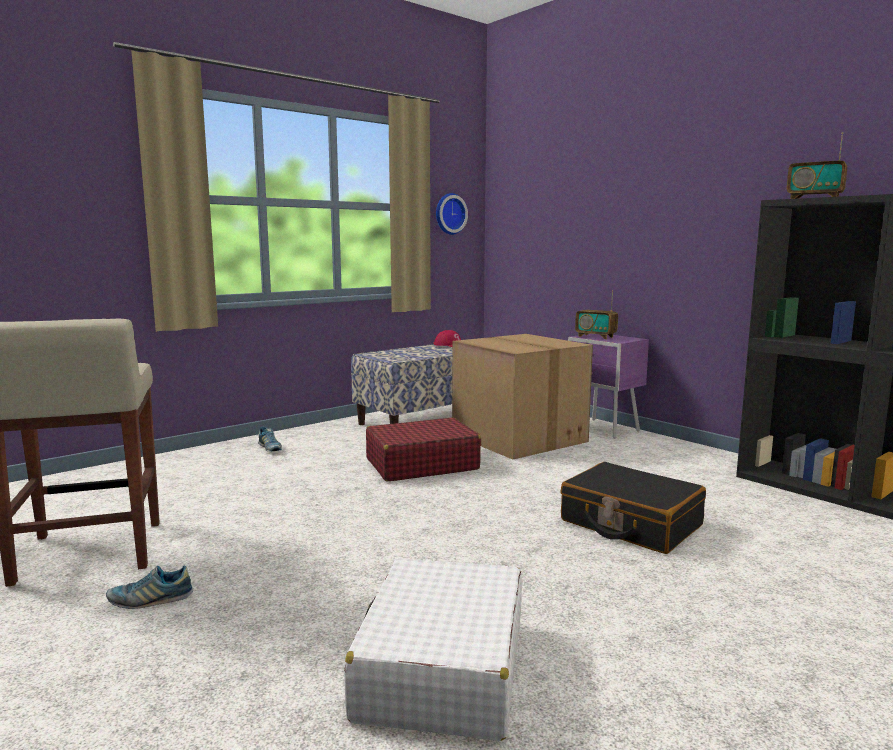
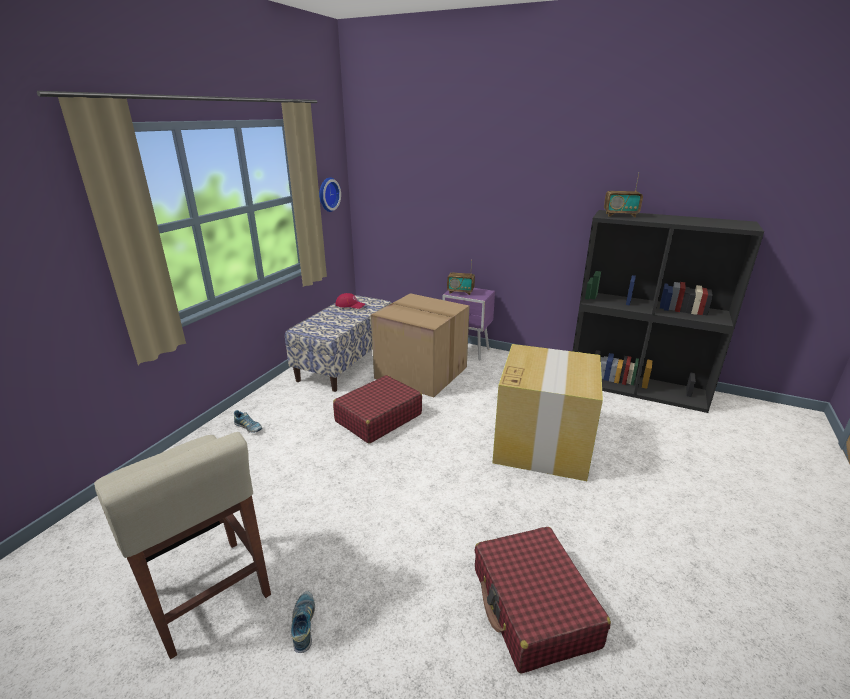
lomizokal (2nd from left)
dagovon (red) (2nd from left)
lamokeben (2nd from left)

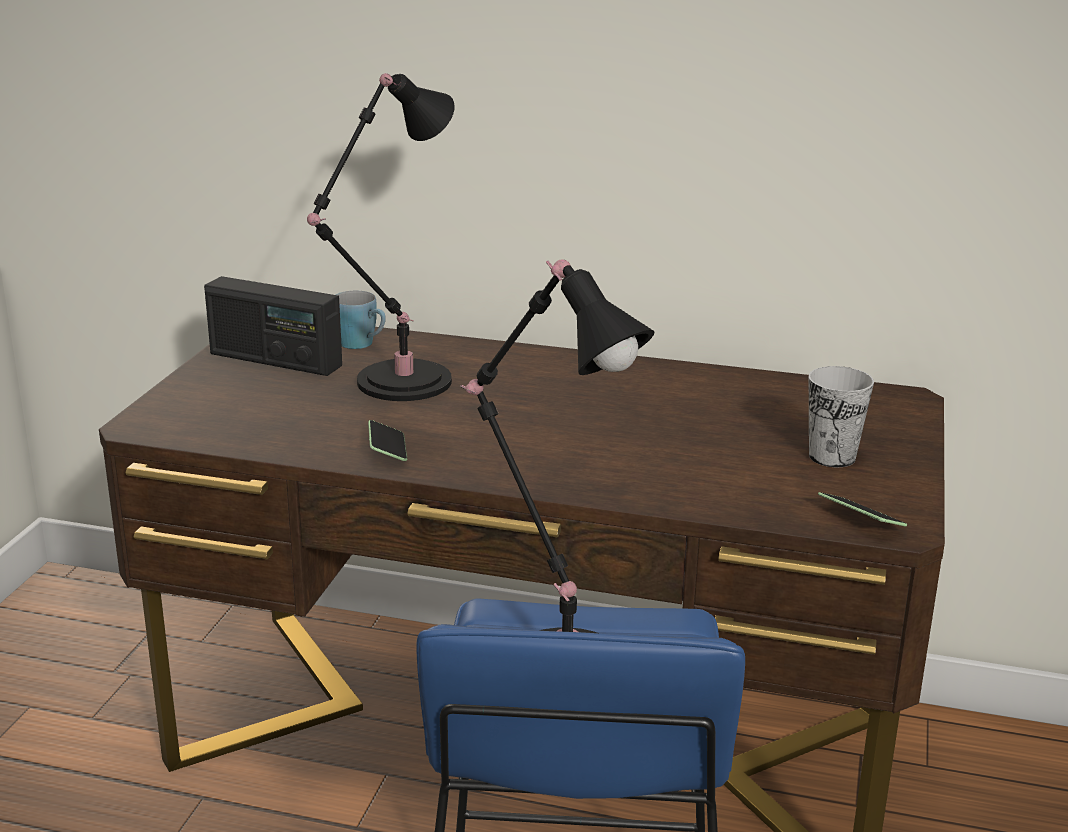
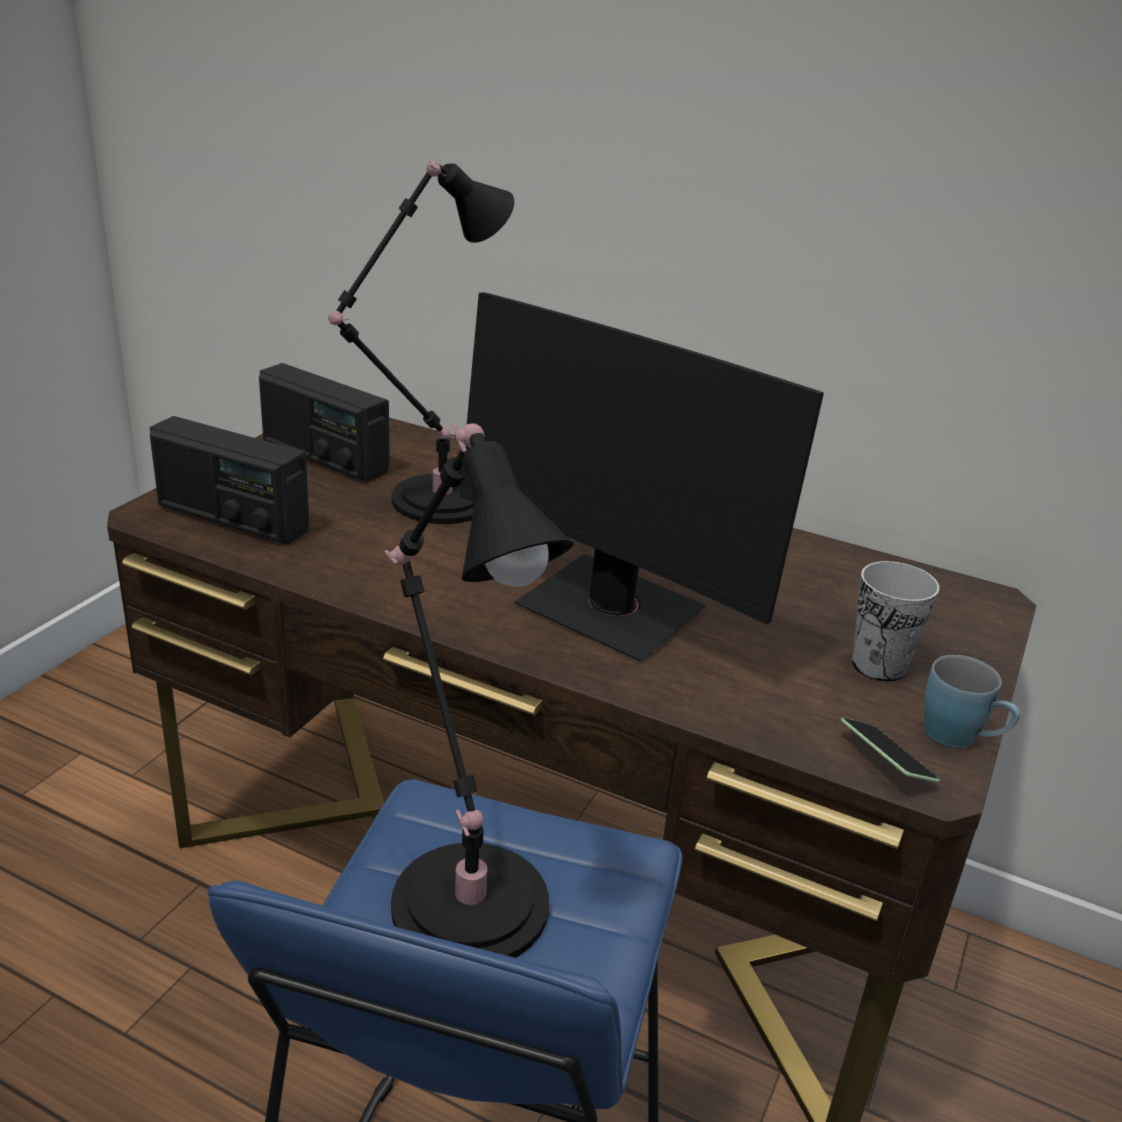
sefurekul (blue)
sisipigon (1st from left in the first image)
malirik (1st from left)
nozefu

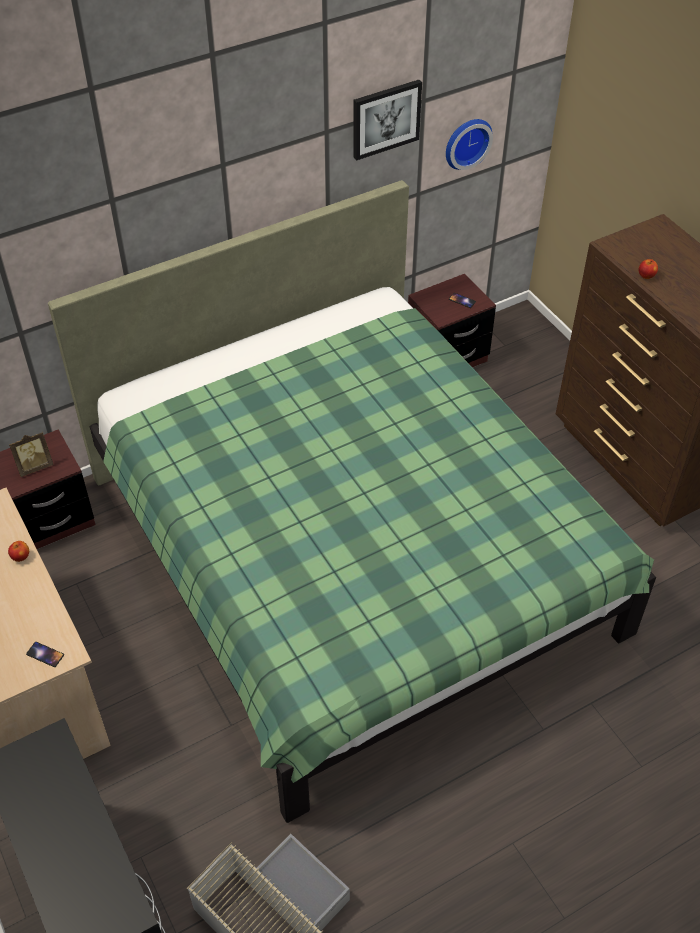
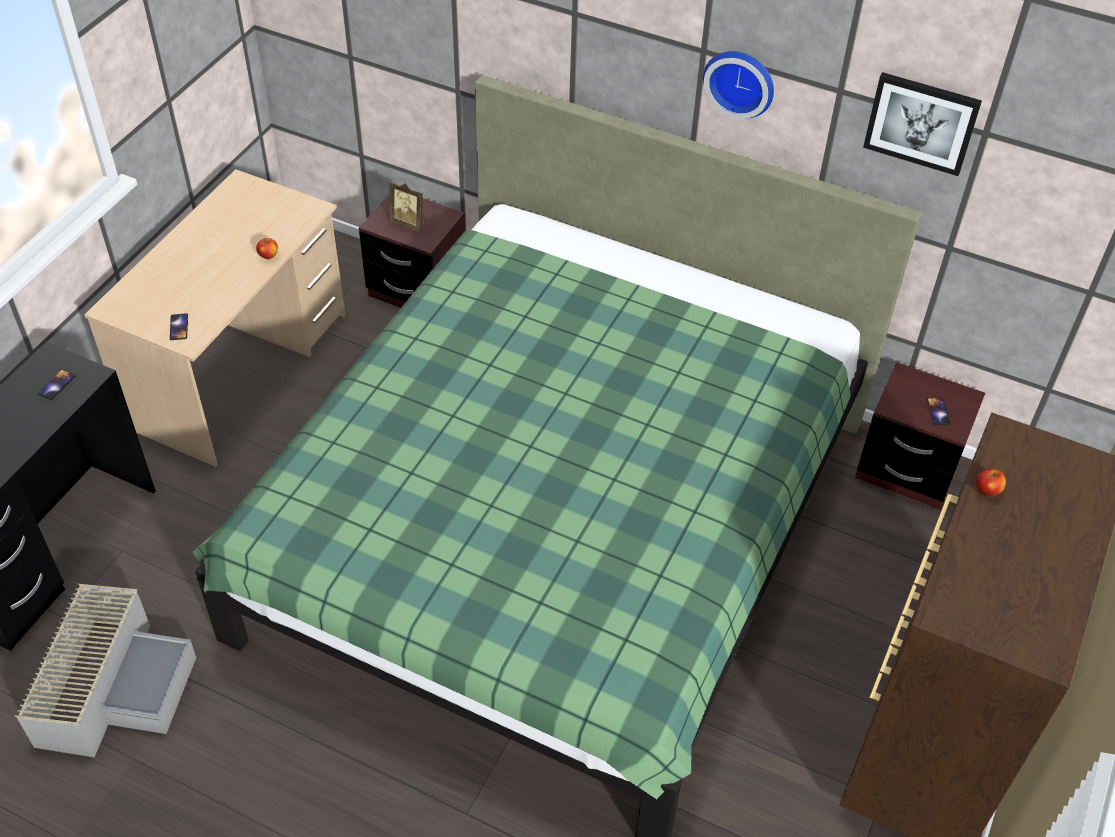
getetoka
sisipigon (1st from left)

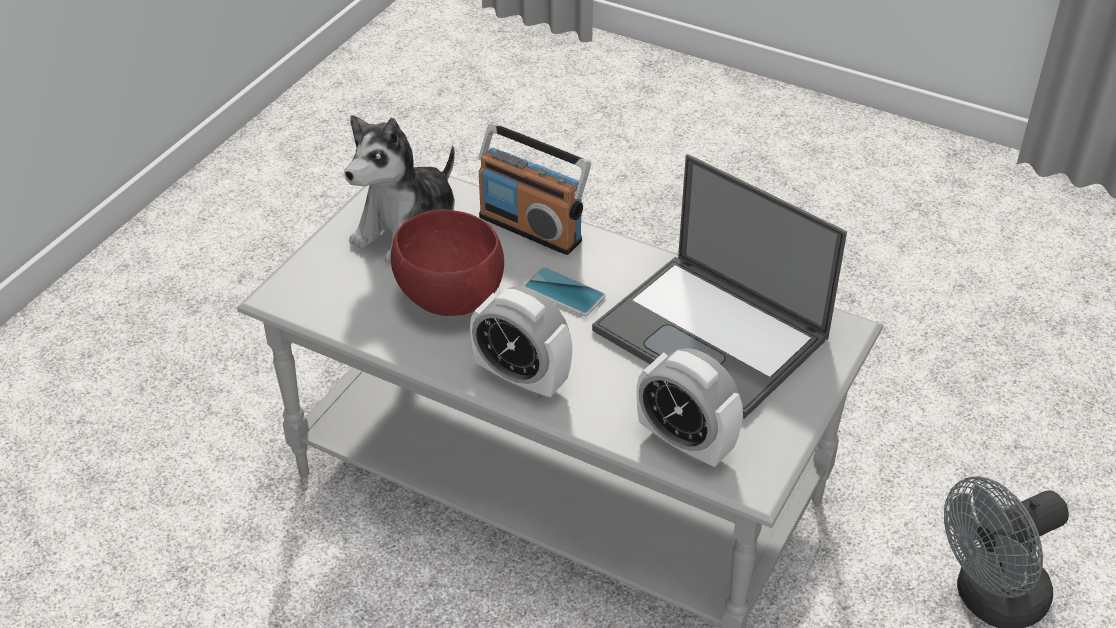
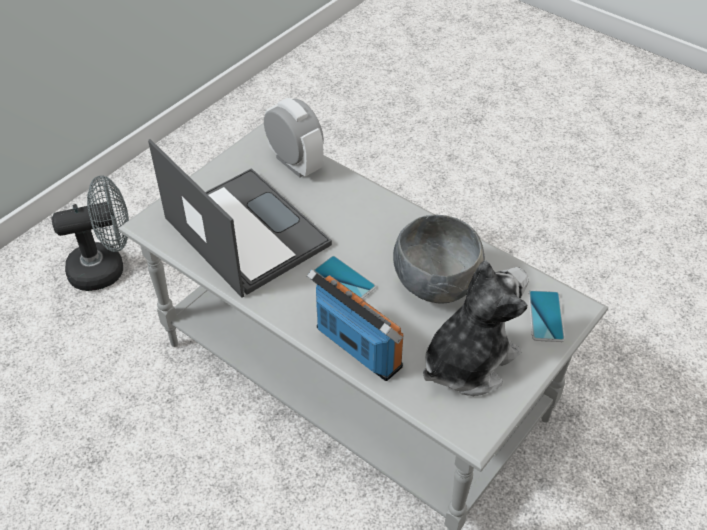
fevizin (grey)
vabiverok (1st from left in the first image)
sisipigon (2nd from left)

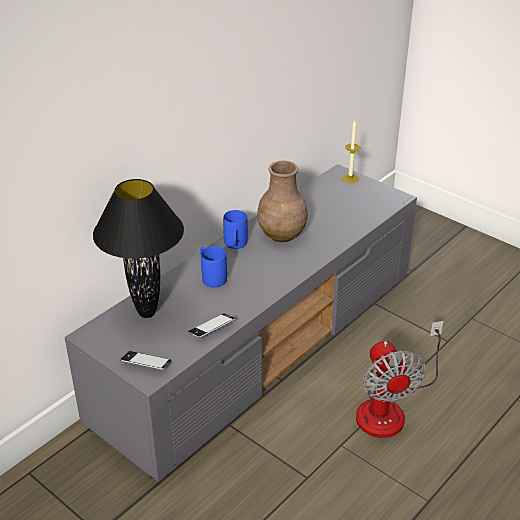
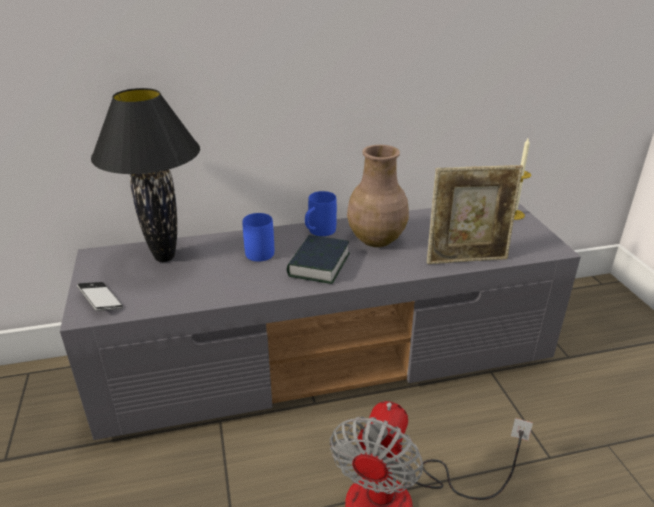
sisipigon (2nd from left in the first image)
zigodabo
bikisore

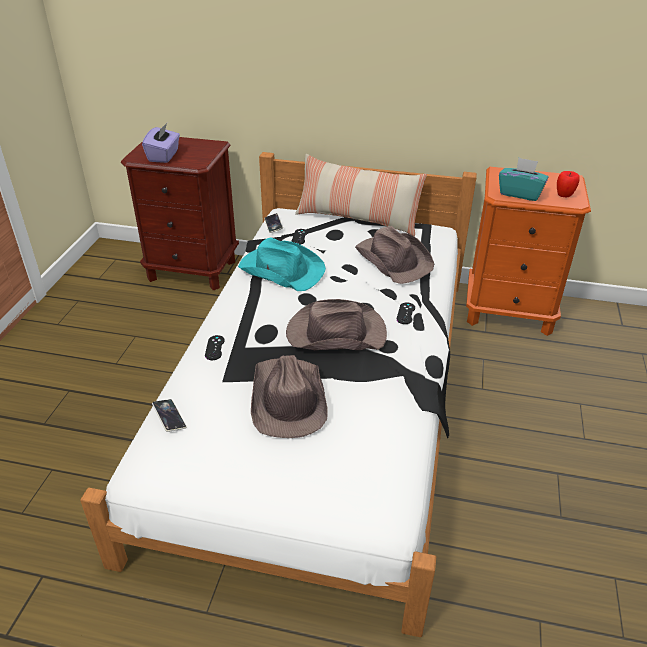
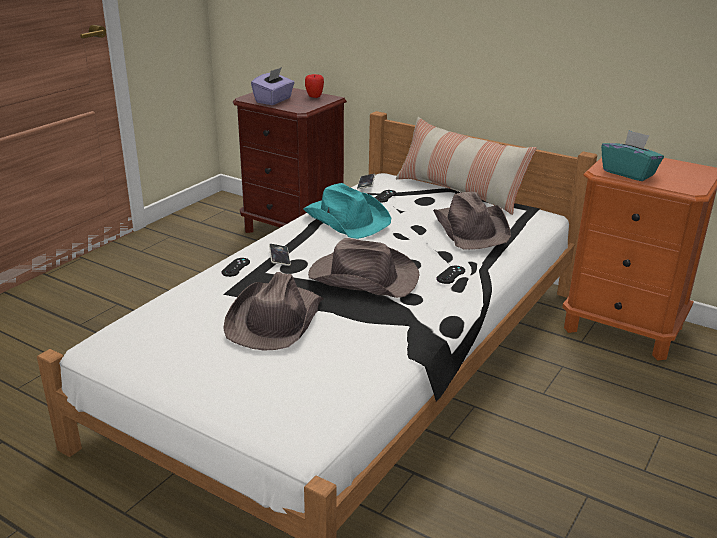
sisipigon (1st from left)
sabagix

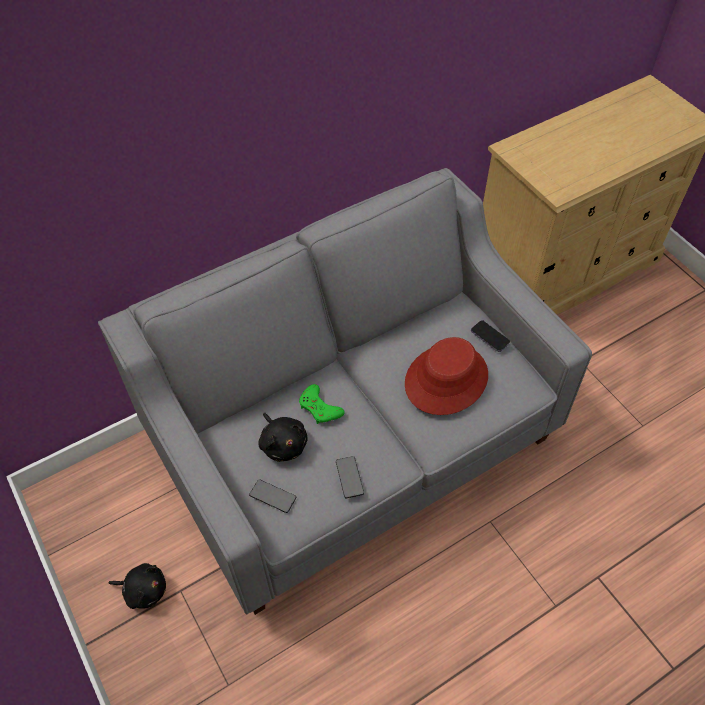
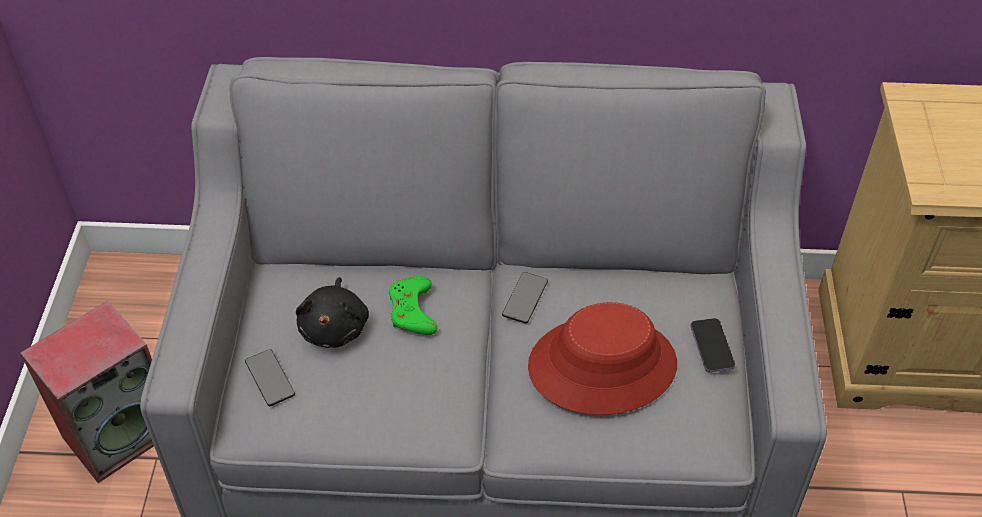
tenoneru
sisipigon (2nd from left)

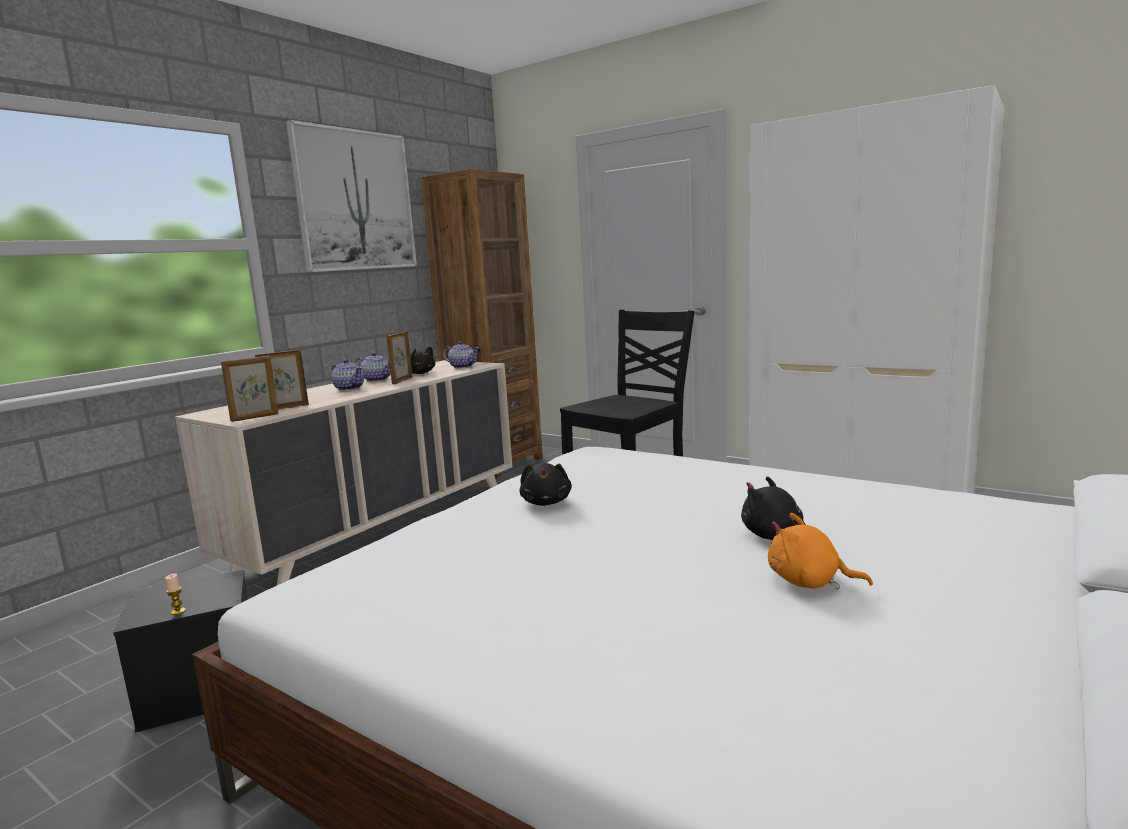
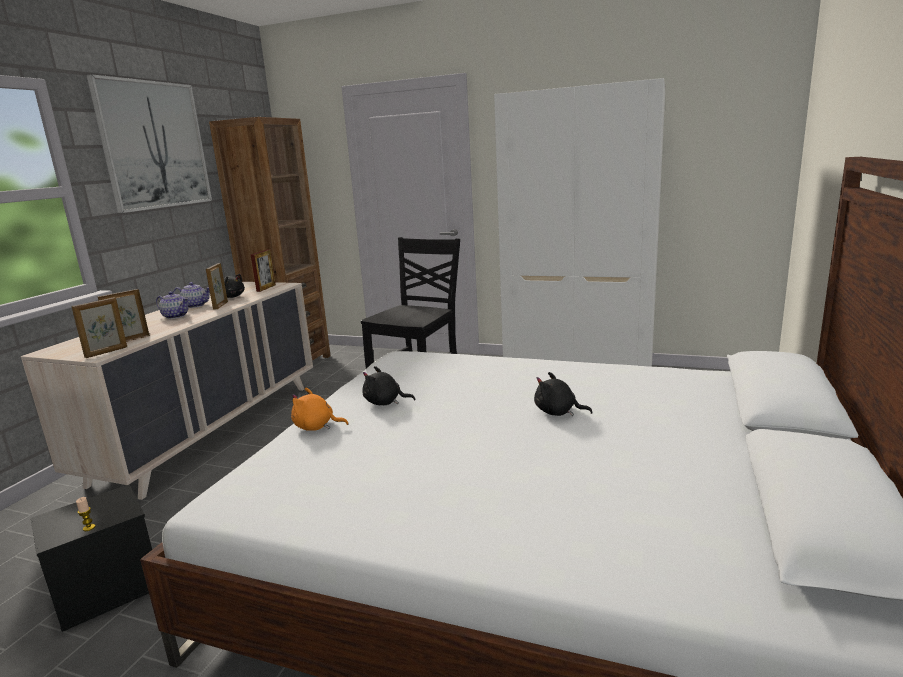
bikisore (4th from left)
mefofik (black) (2nd from left)
mefofik (orange)

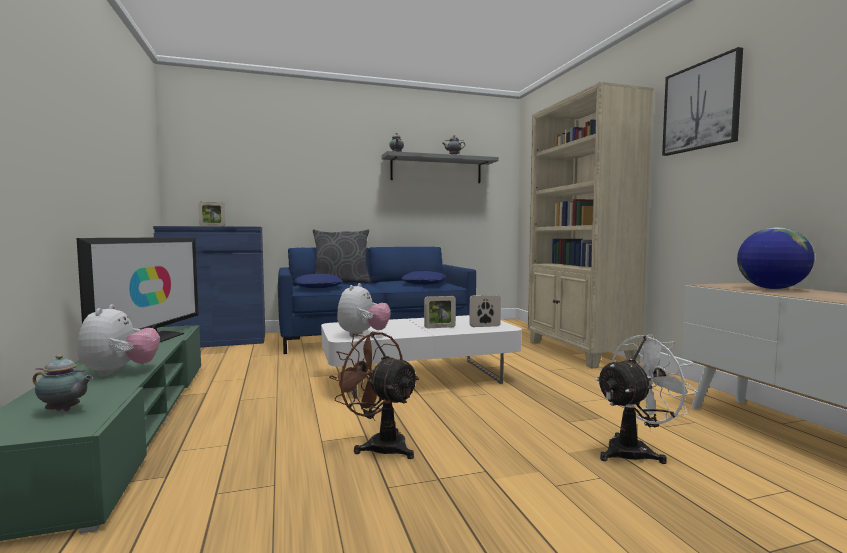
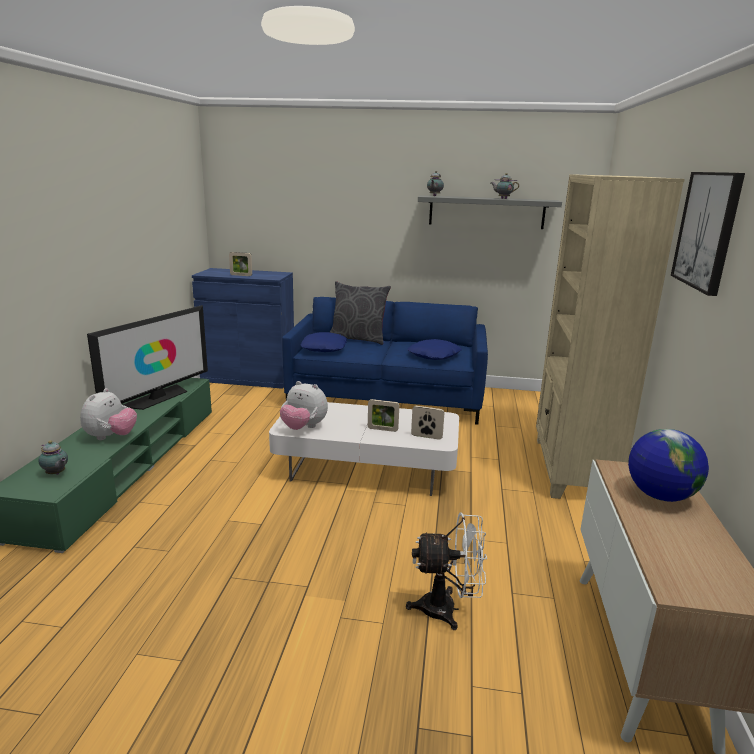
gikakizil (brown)
mefofik (2nd from left)

